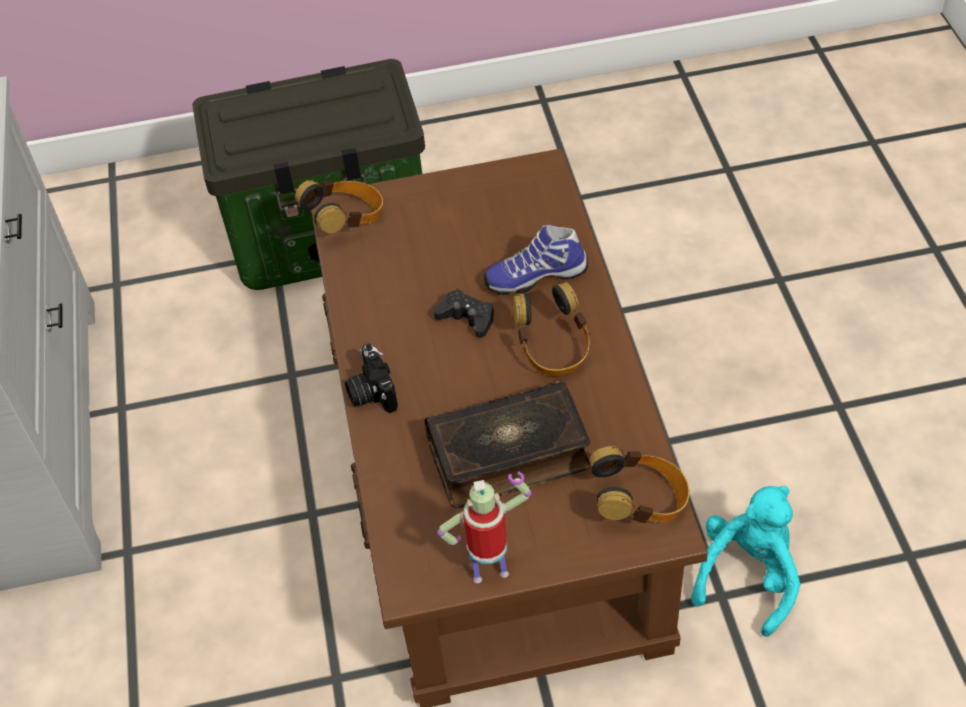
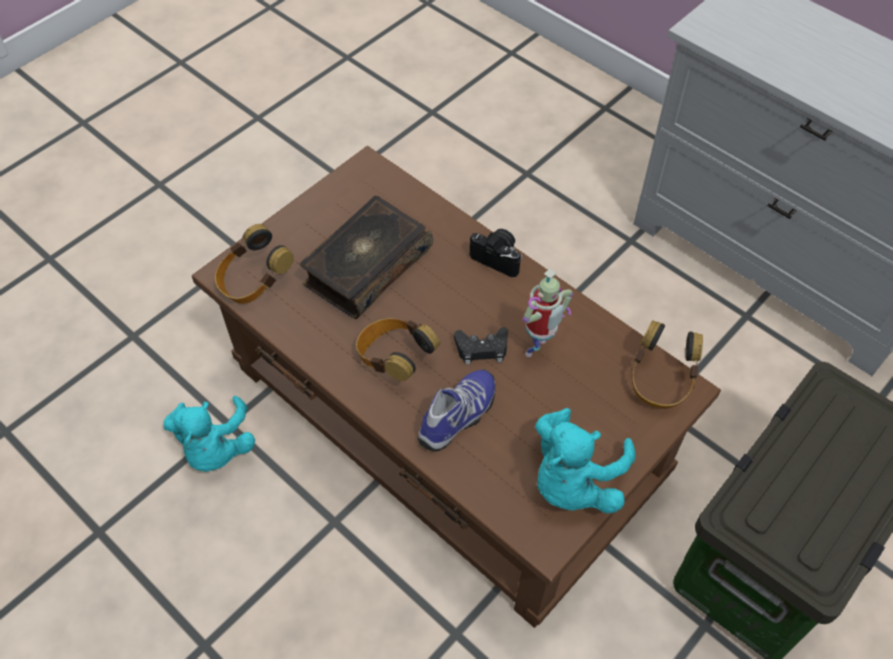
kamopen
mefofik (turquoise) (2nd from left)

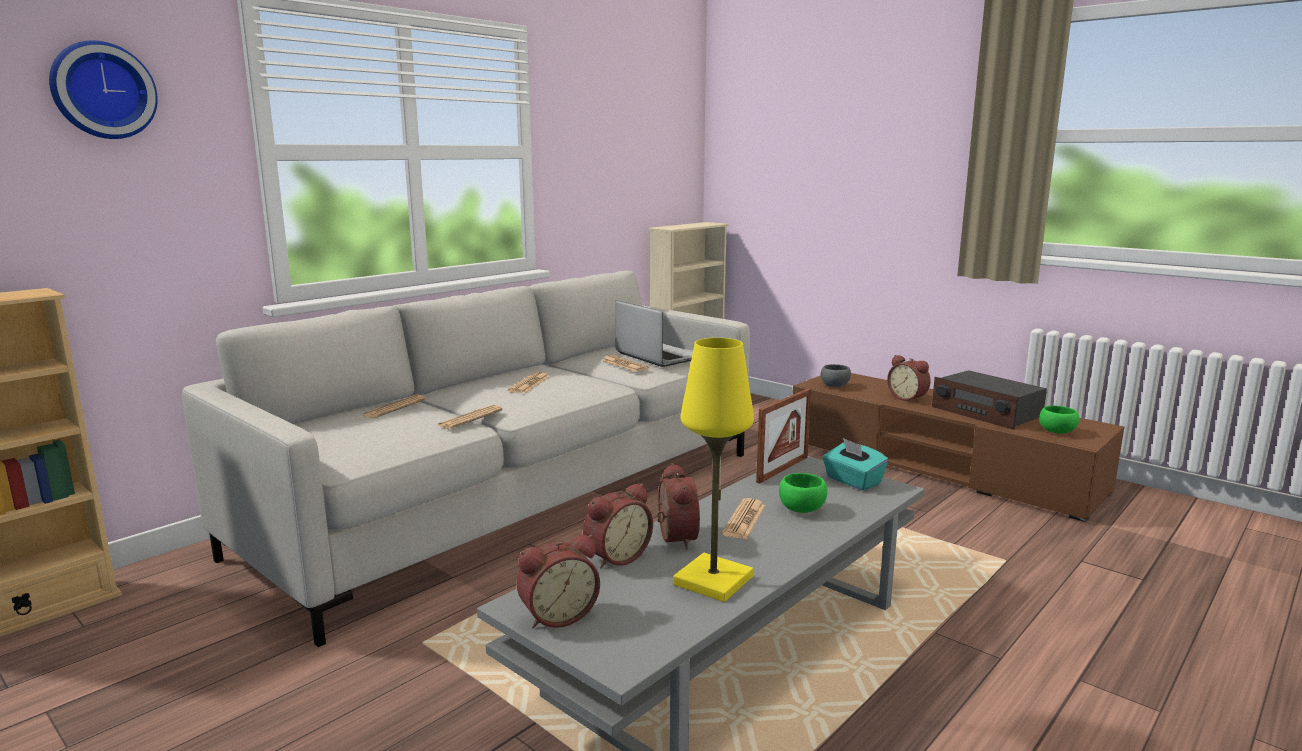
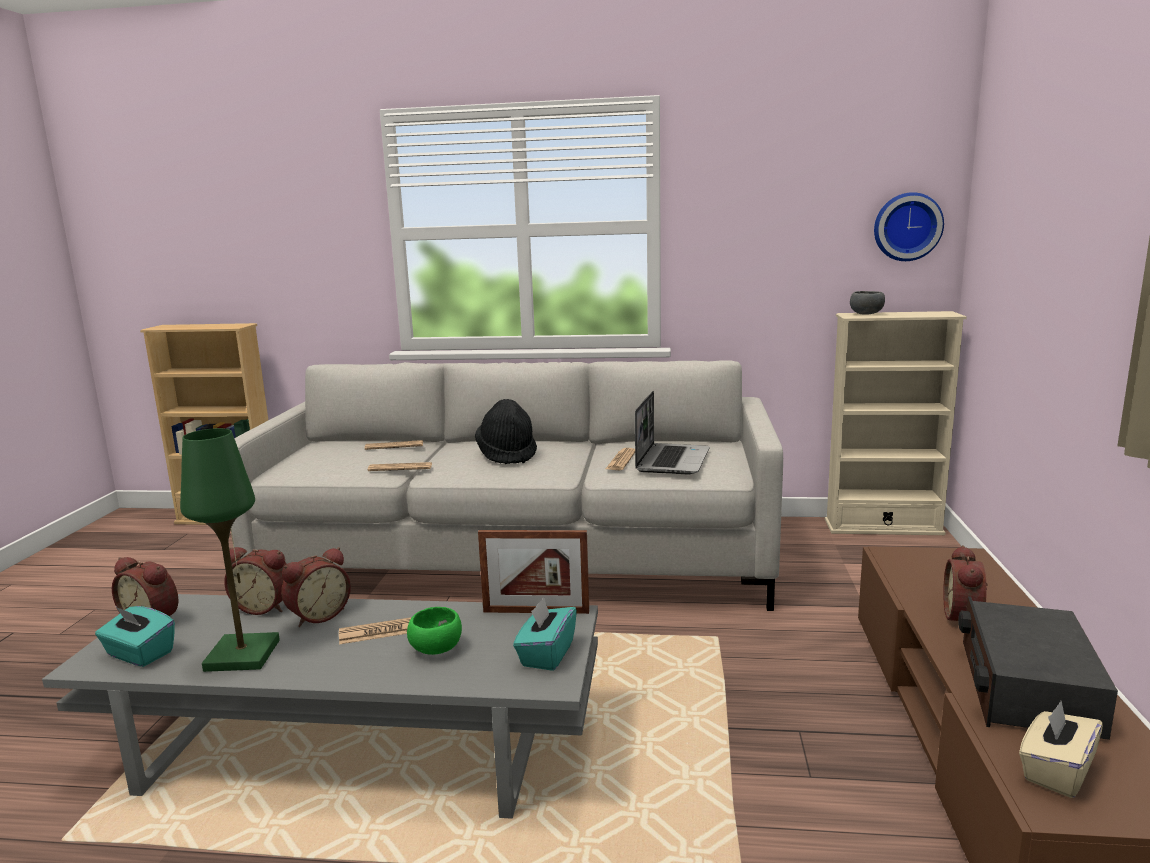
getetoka
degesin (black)
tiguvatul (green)
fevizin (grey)
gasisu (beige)
gasisu (turquoise) (1st from left)

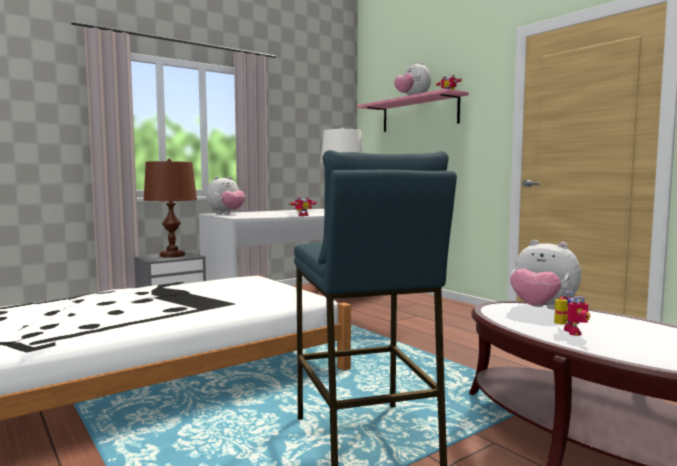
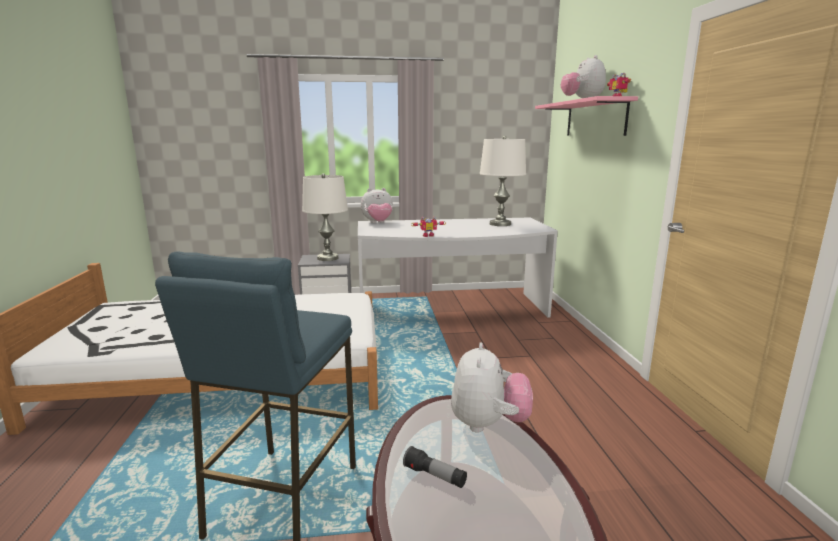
tiguvatul (white) (1st from left)
mefofik (2nd from left)
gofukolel

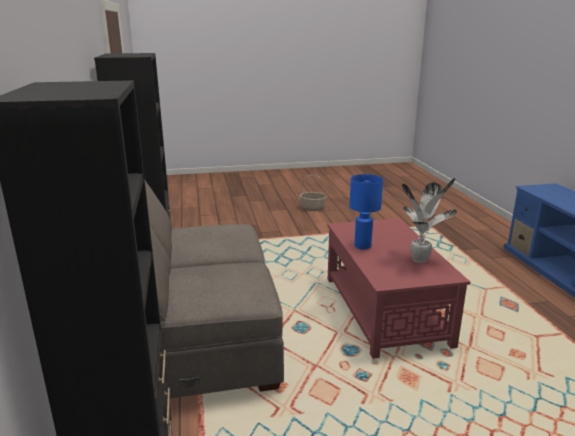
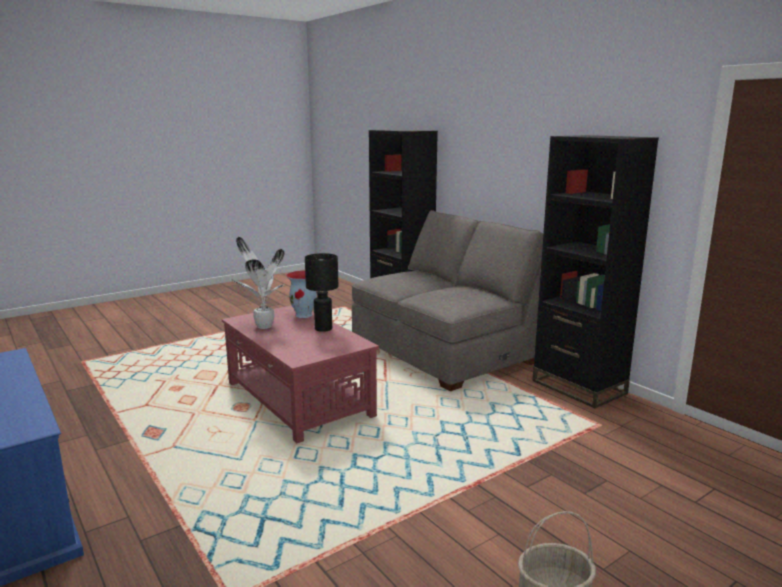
tiguvatul (black)
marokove

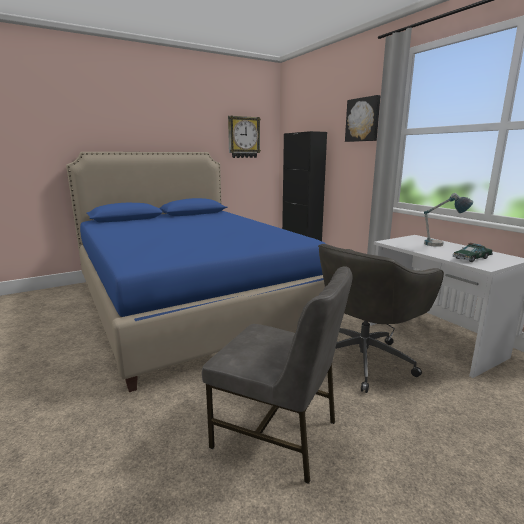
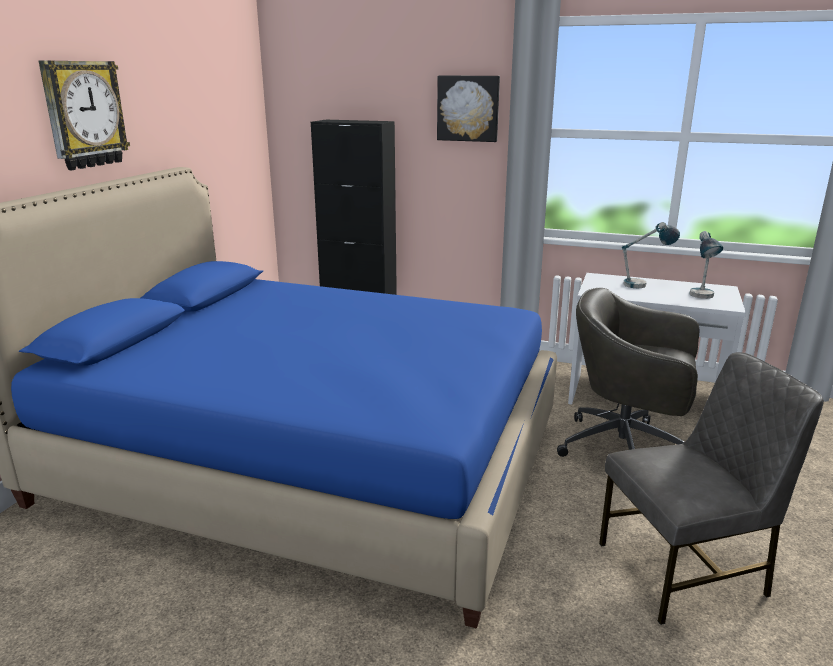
getetoka
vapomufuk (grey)
tiguvatul (2nd from left)

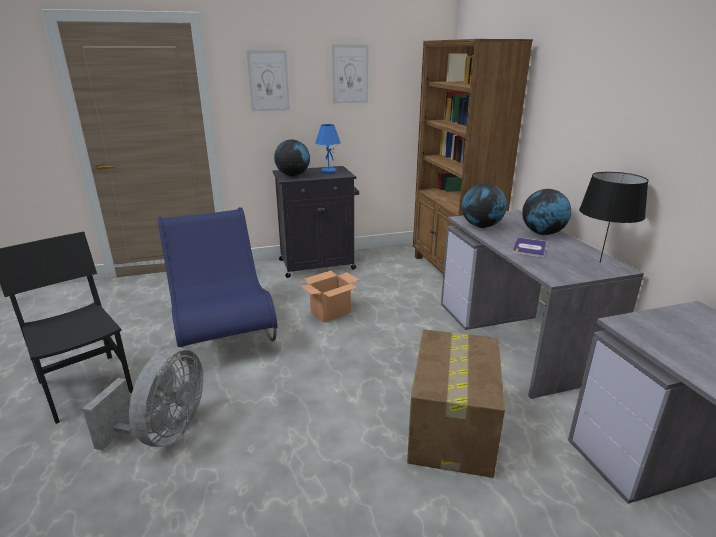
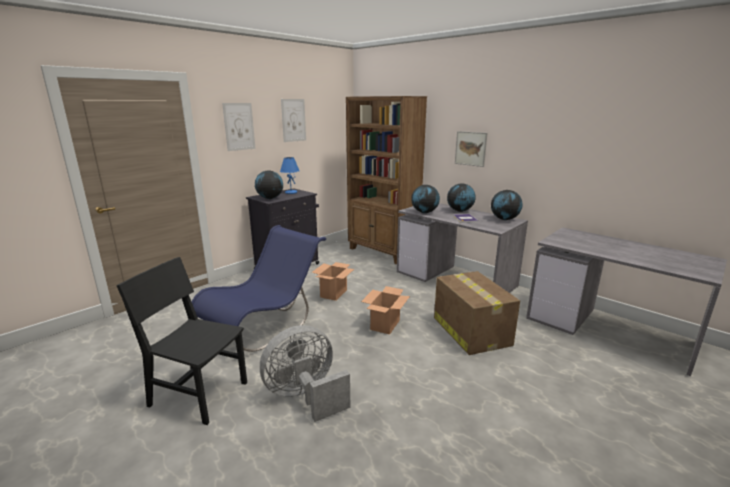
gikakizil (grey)
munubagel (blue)
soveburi (4th from left)
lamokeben (2nd from left)
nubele (3rd from left)

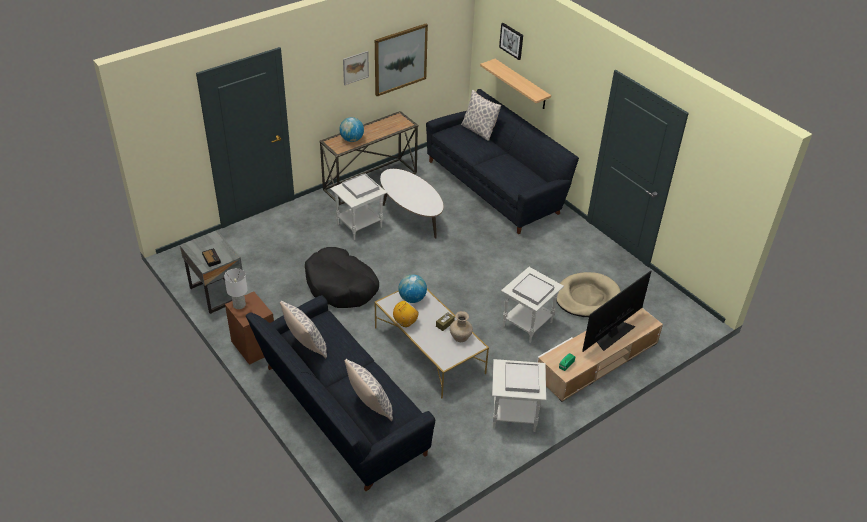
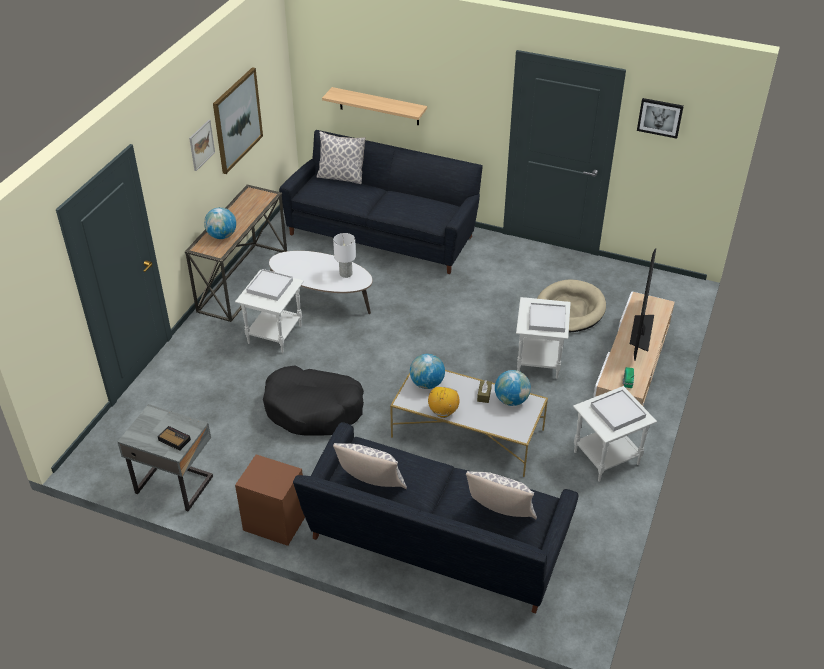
tiguvatul (white)
soveburi (3rd from left)
nubele (3rd from left)

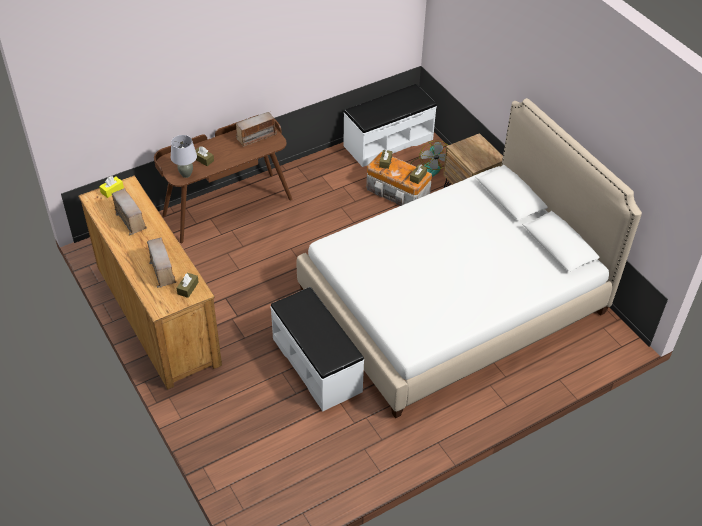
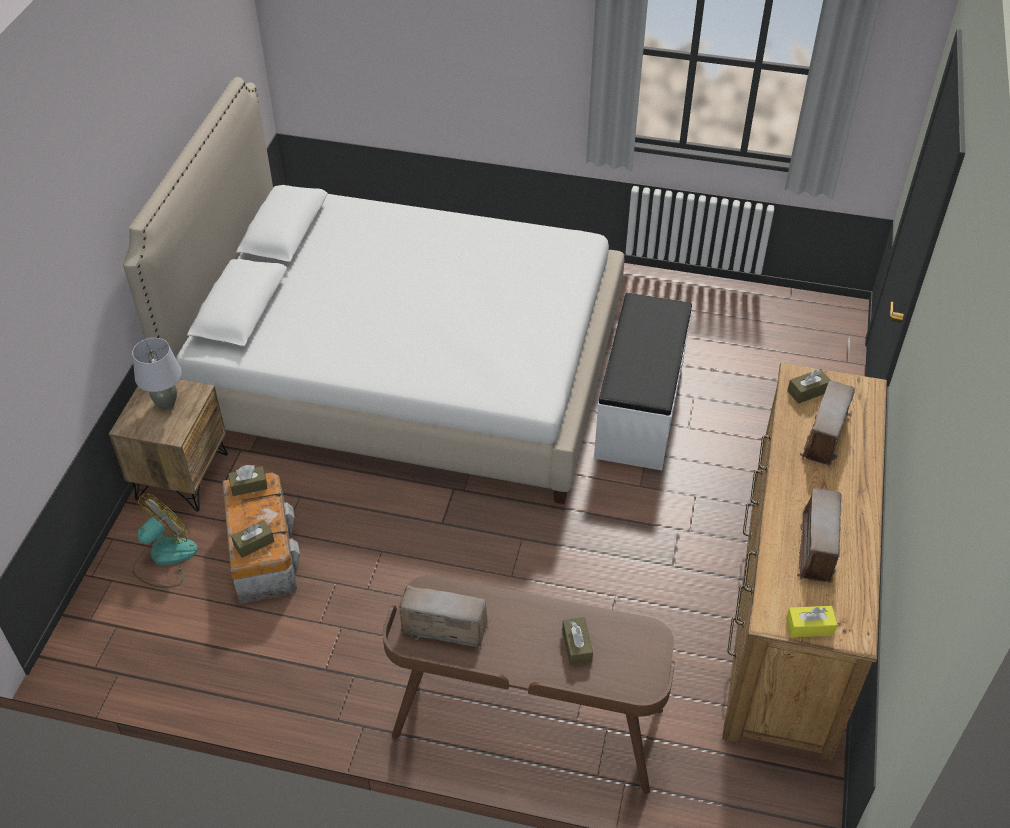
tiguvatul (grey)
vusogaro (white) (2nd from left in the first image)

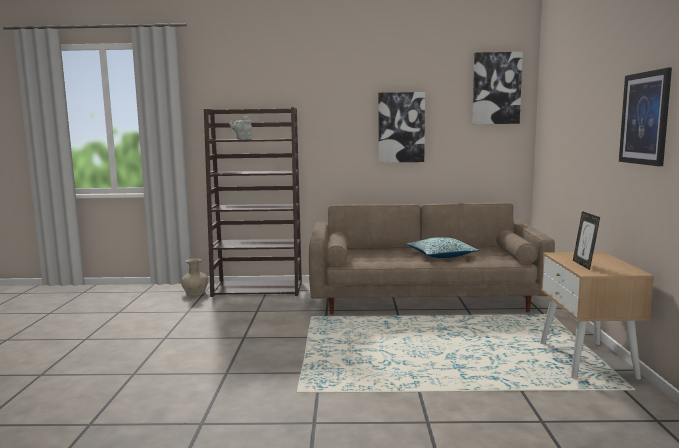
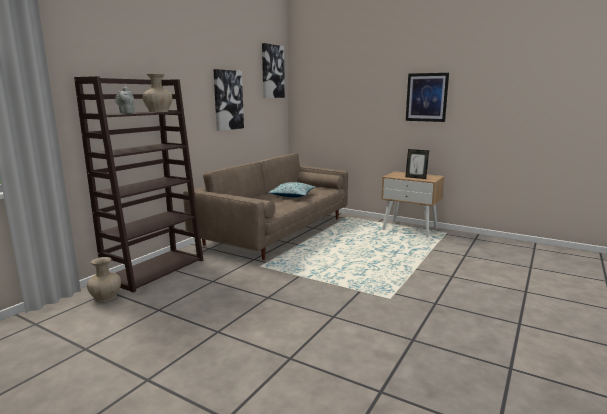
marokove (beige) (2nd from left)

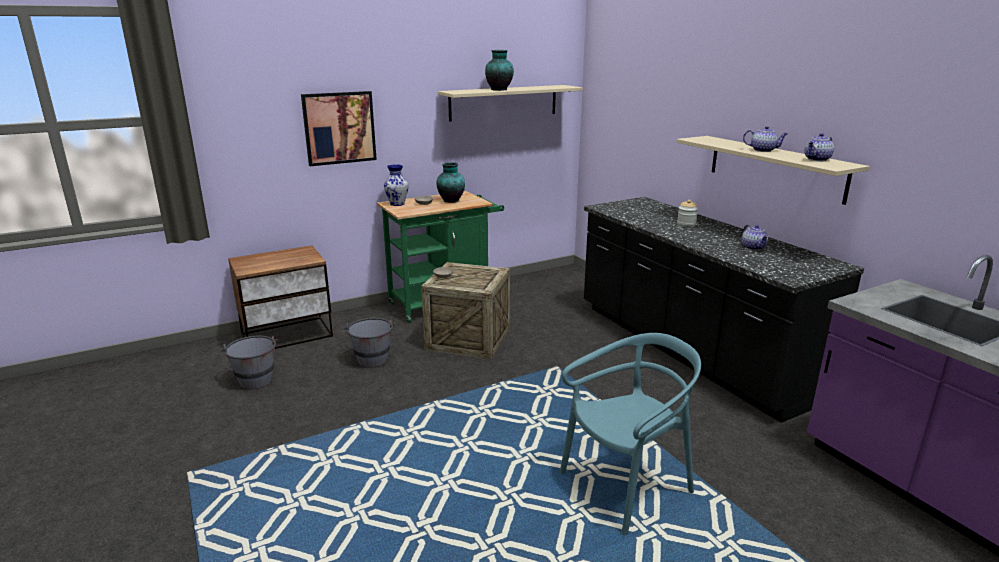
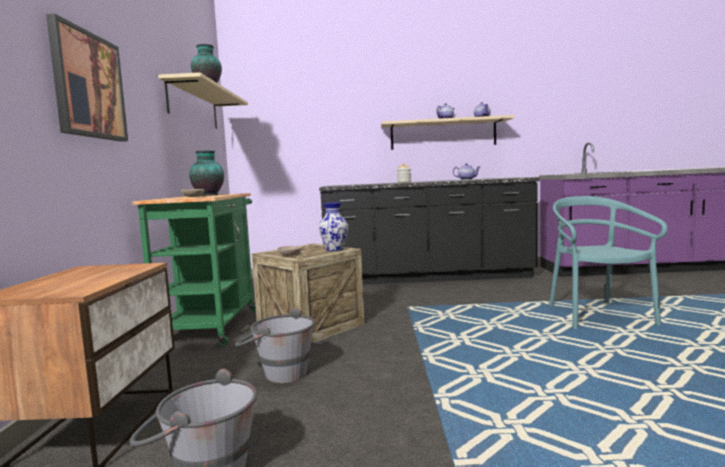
marokove (3rd from left)

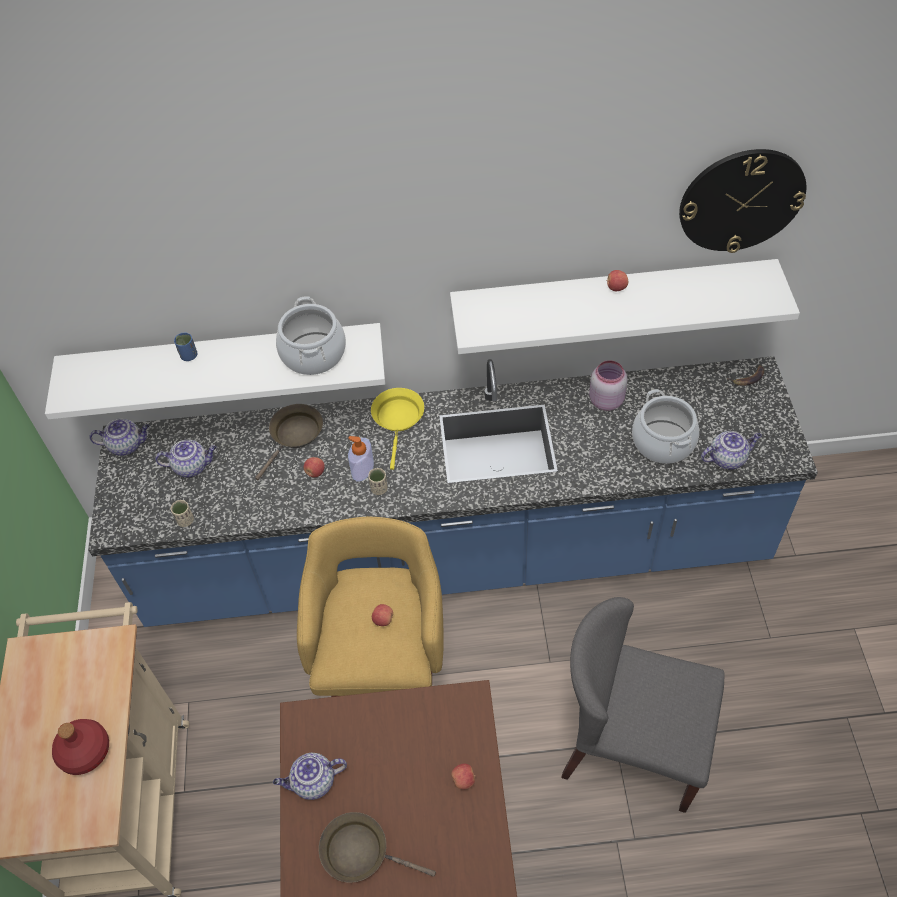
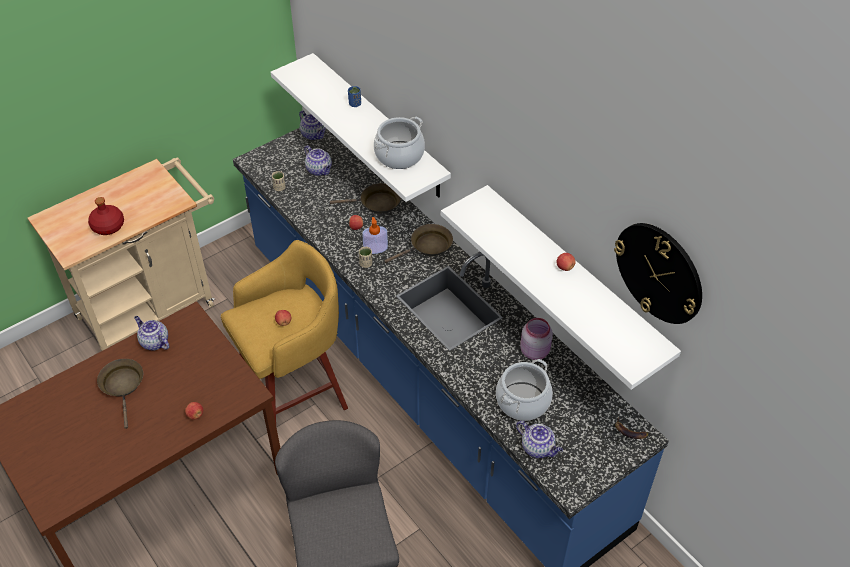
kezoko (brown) (3rd from left)

